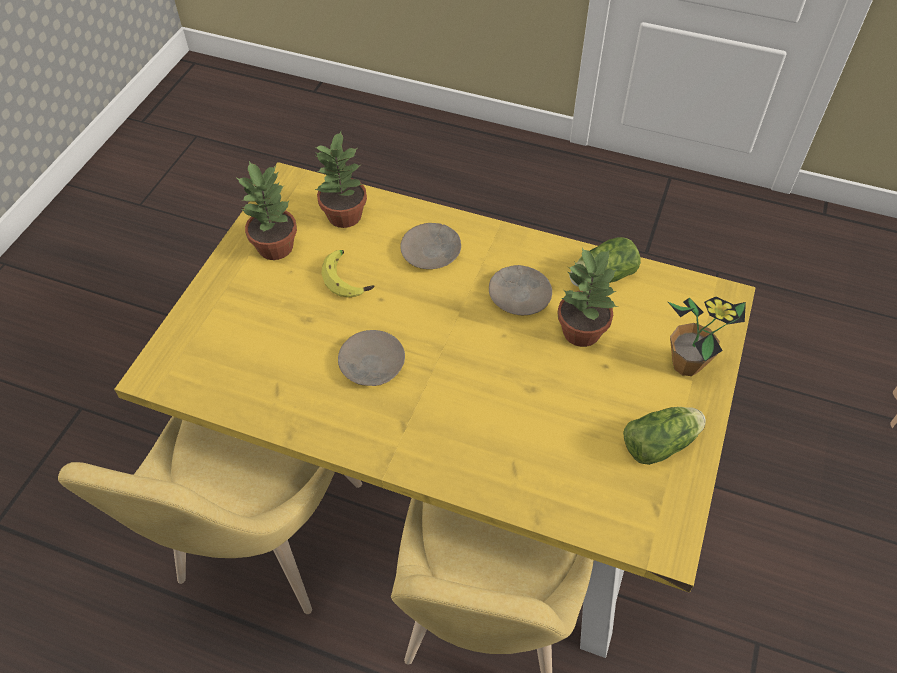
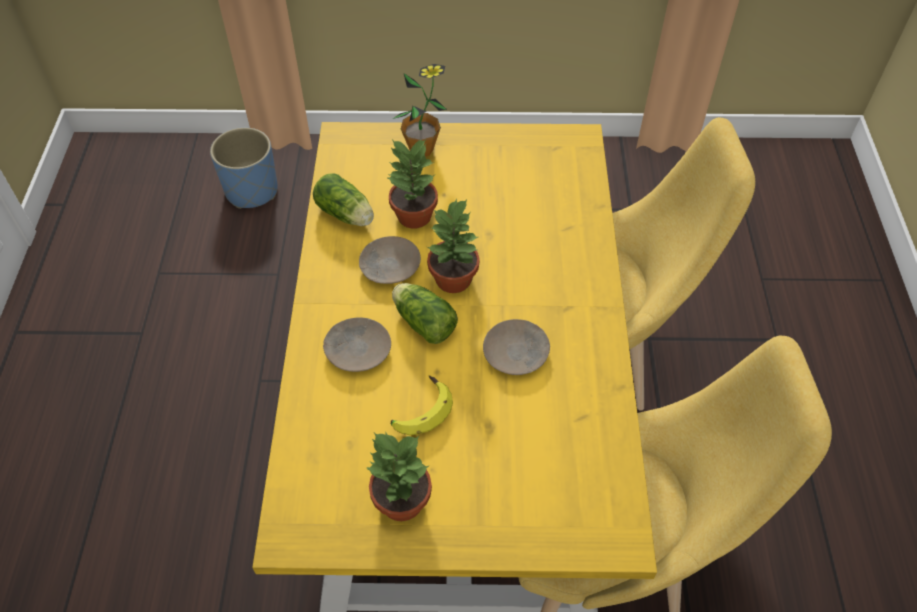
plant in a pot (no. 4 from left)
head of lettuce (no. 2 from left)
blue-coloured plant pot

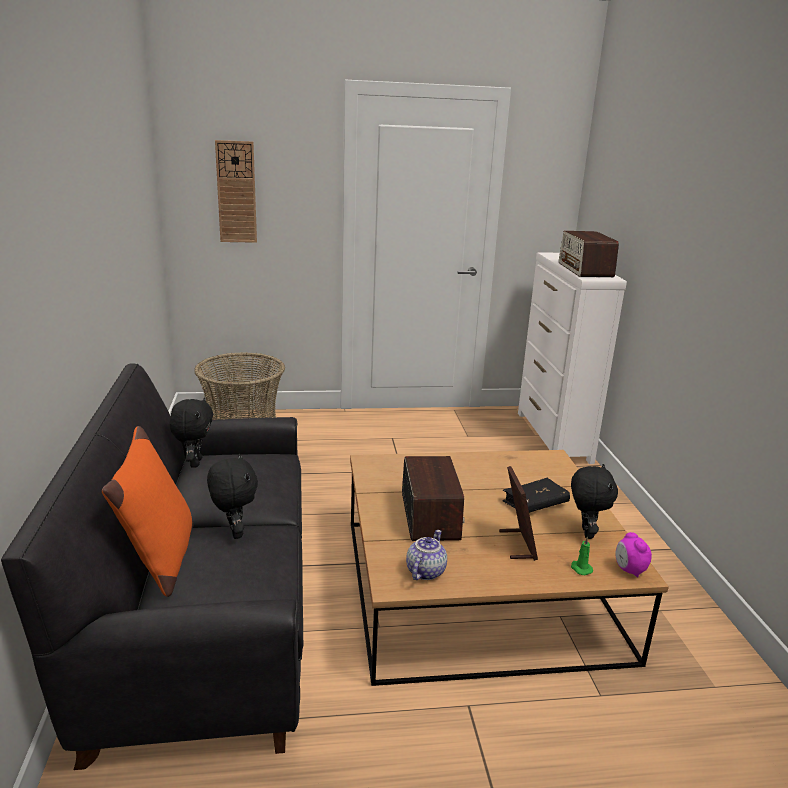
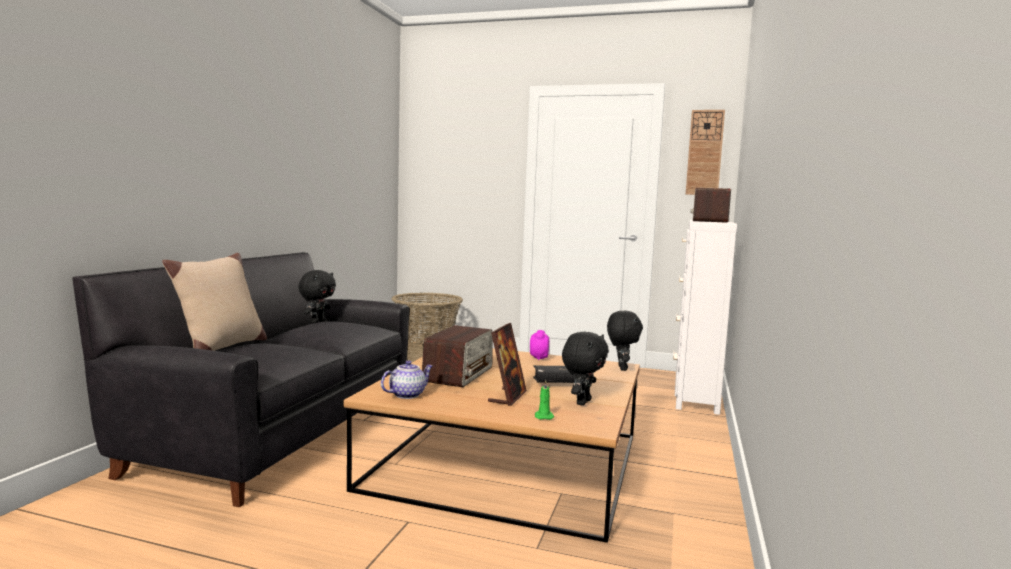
clock on the wall
beige-coloured cushion
blackish soft toy (no. 3 from left)
table clock

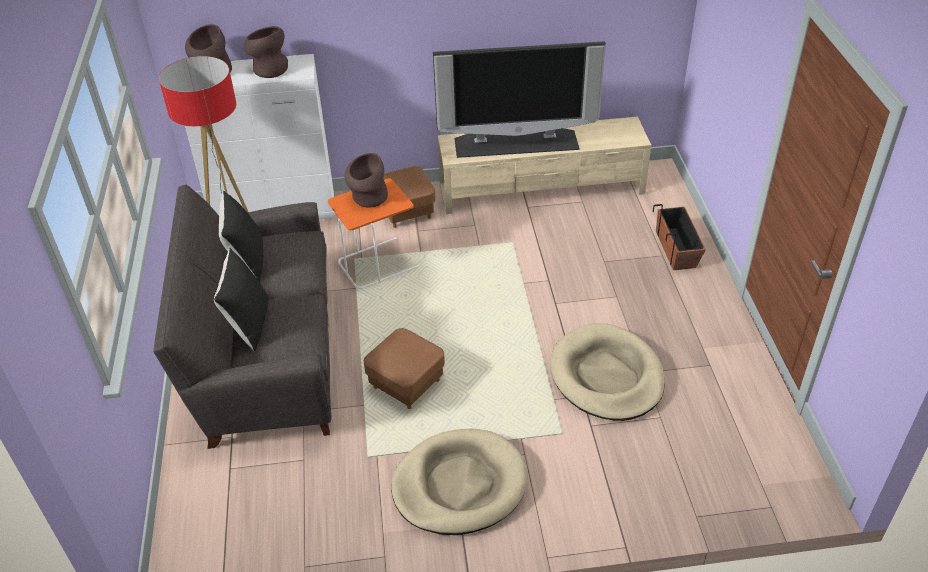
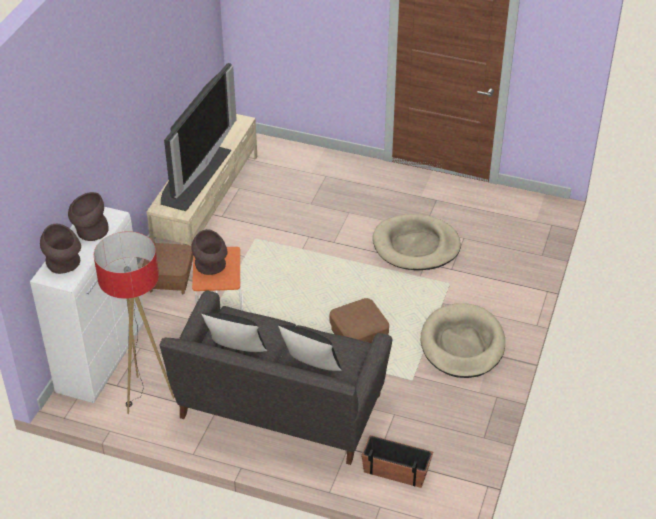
plant pot

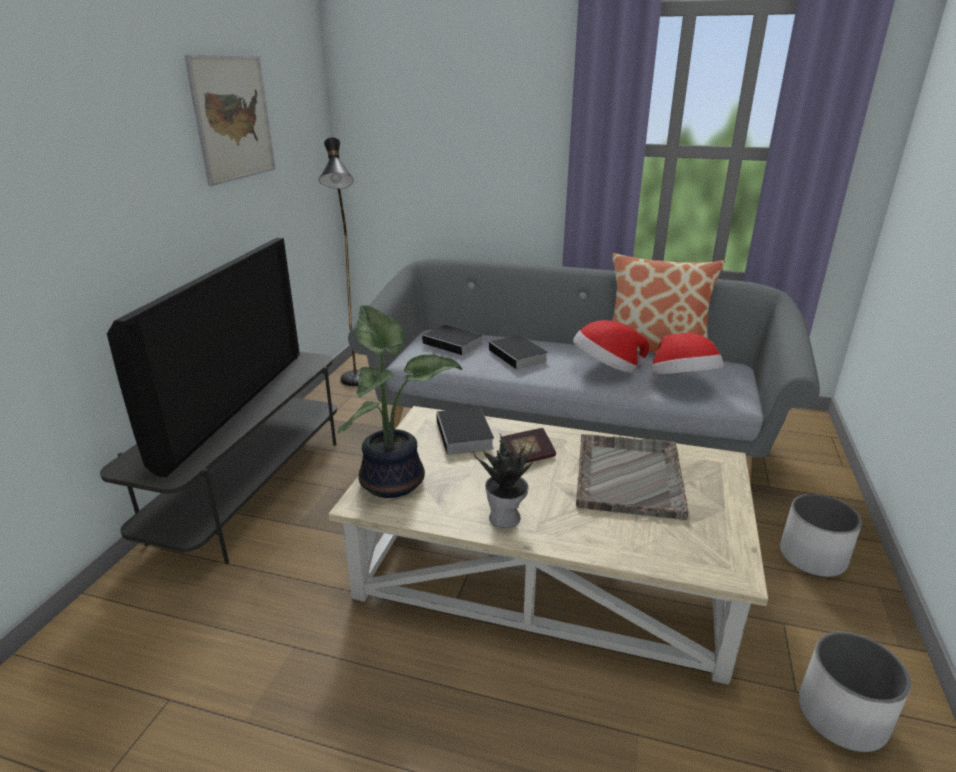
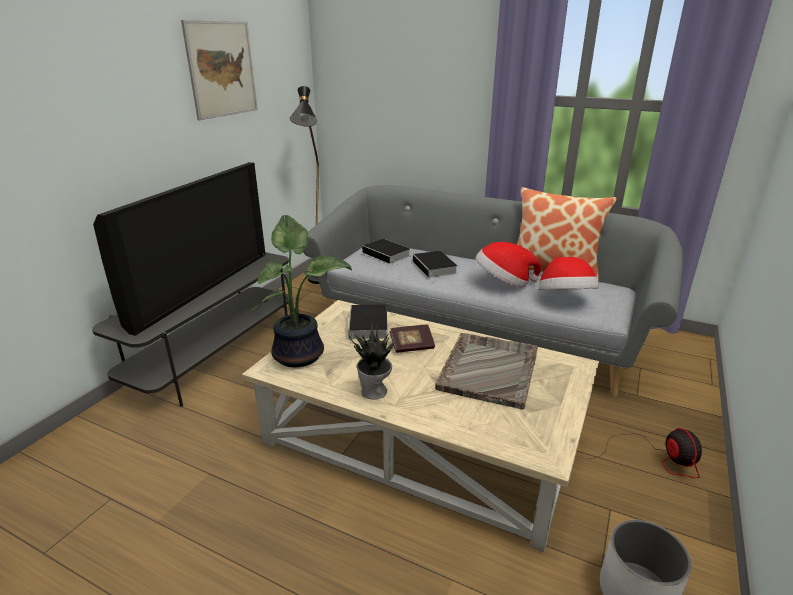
fan

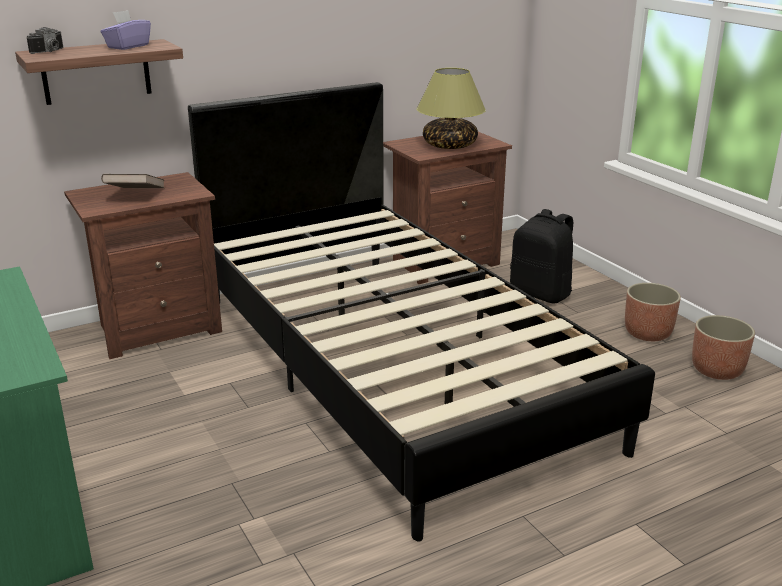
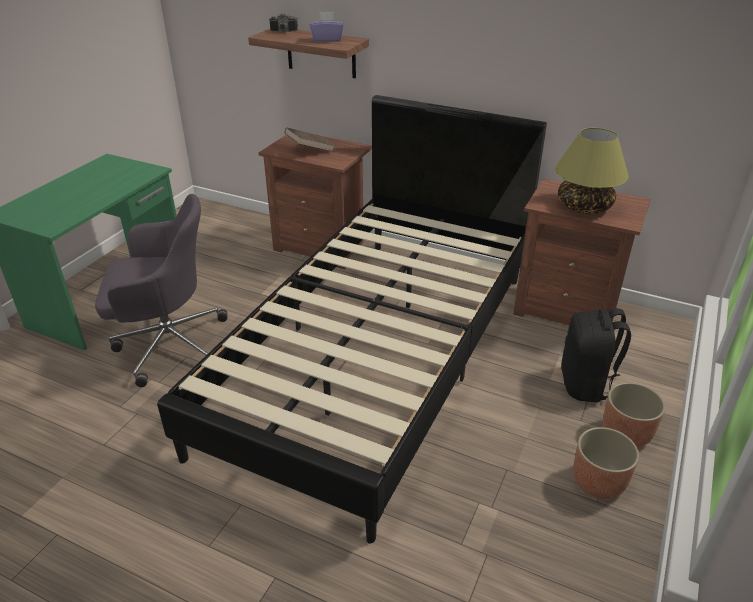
plant pot (no. 2 from left)
grey computer chair

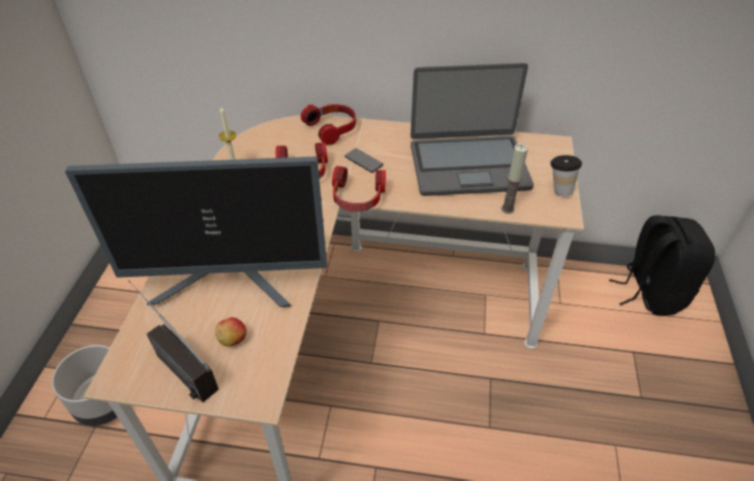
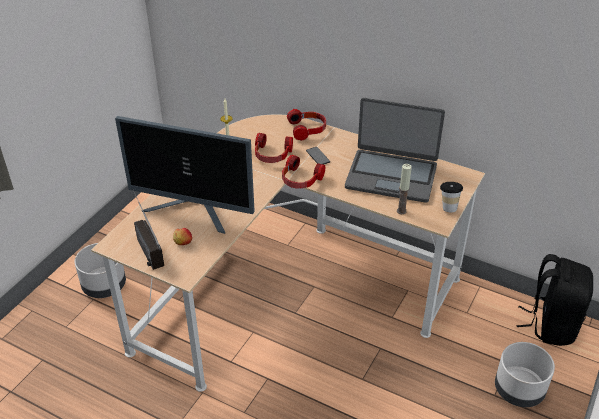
grey plant pot (no. 2 from left)

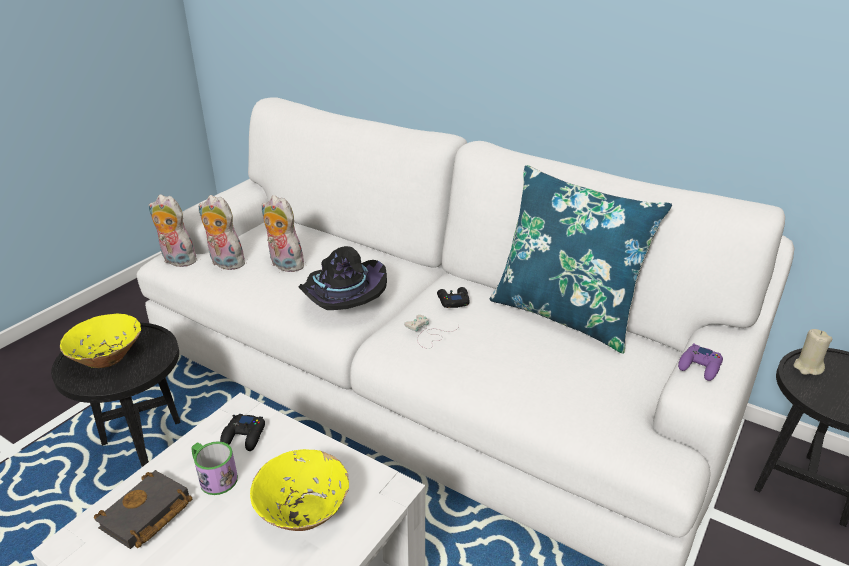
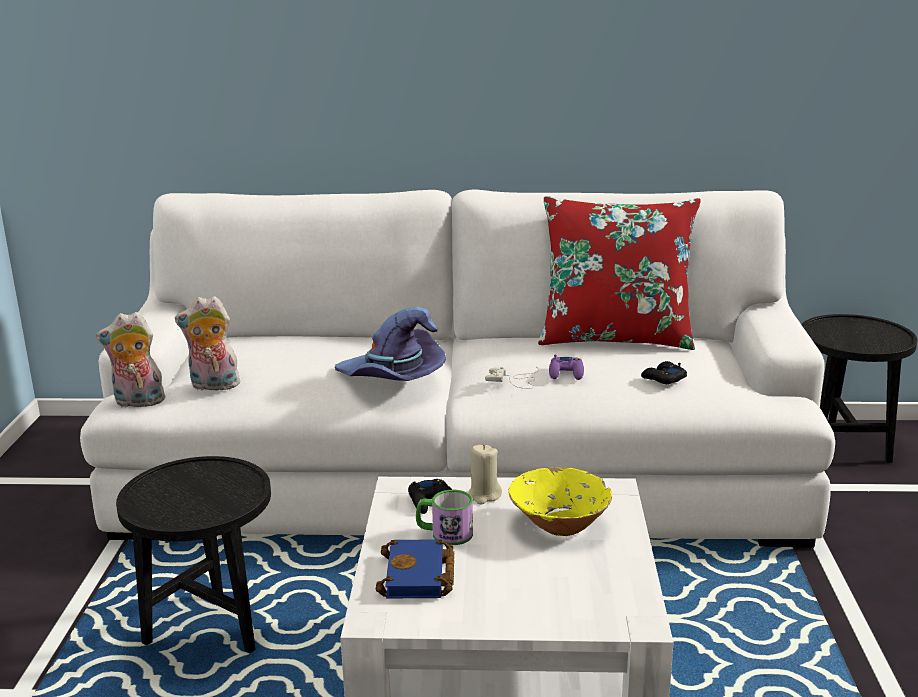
reddish cushion
soft toy (no. 3 from left in the first image)
purple hat
blackish game controller (no. 2 from left)
yellow-coloured bowl (no. 1 from left in the first image)
beige-coloured wax candle
purple game controller
blue-coloured volume

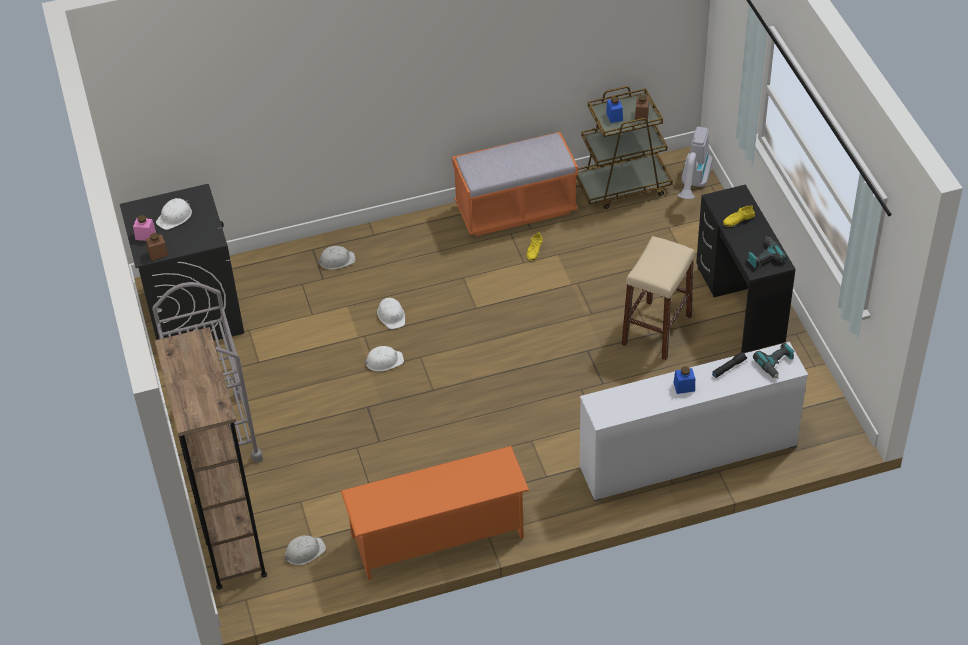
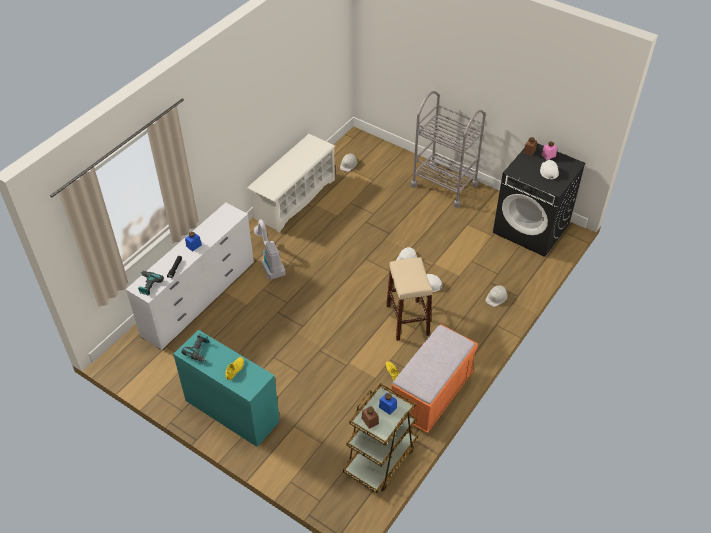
vacuum
turquoise-coloured desk table
beige-coloured sitting stool
brown-coloured shelving unit
white shoe stand

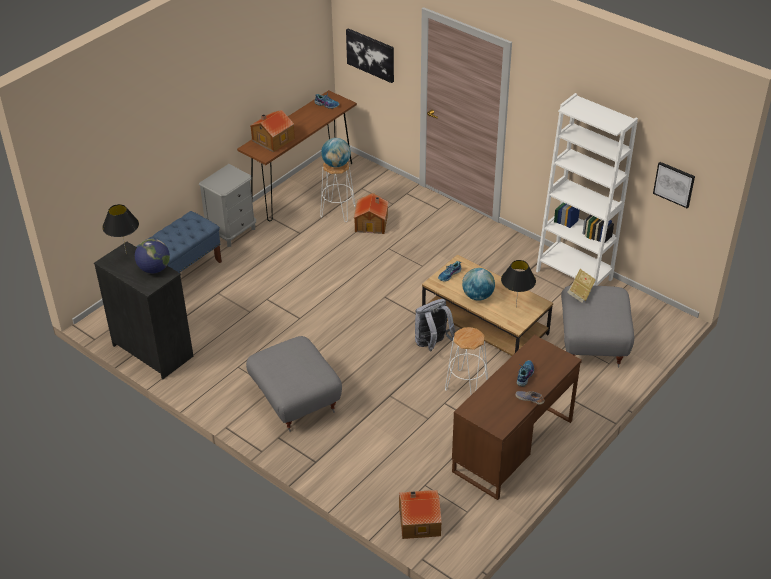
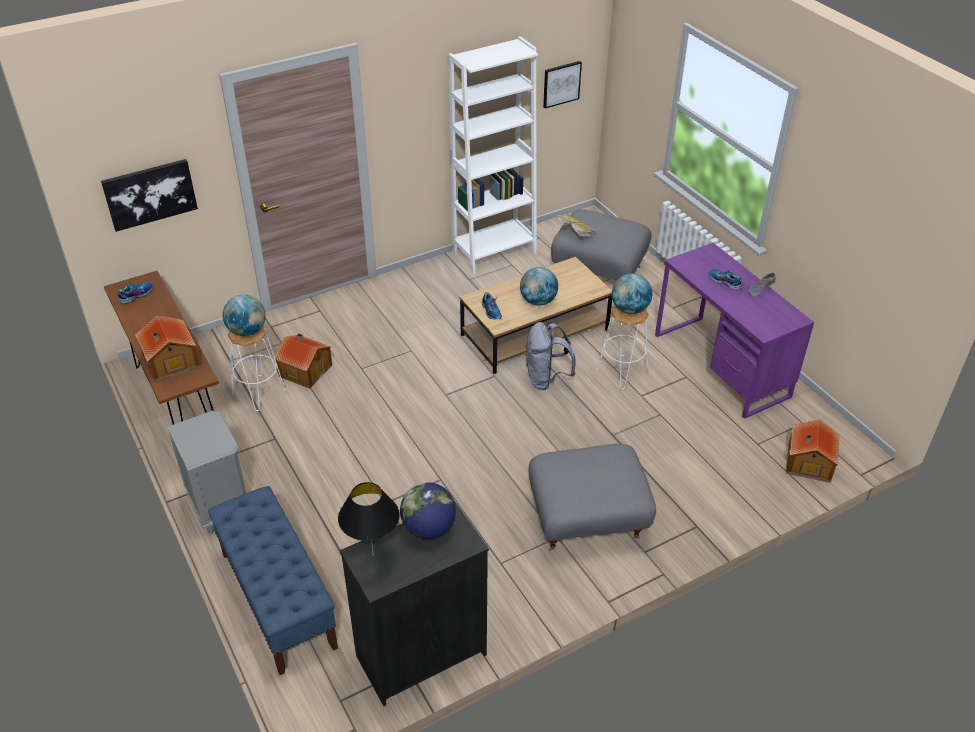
blackish table lamp (no. 2 from left in the first image)
purple desk table
globe (no. 4 from left)

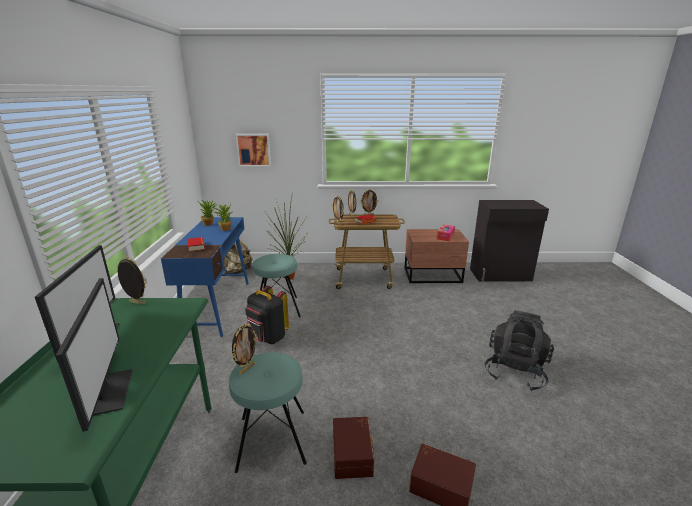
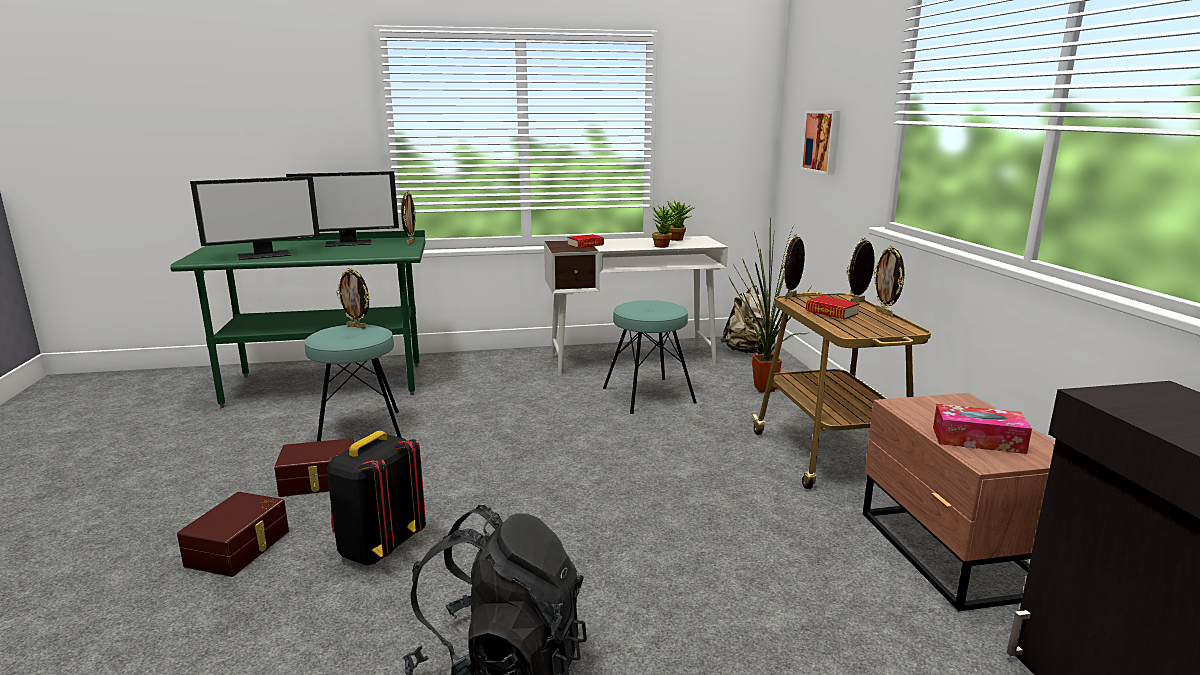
white desk table
blackish backpack (no. 1 from left)

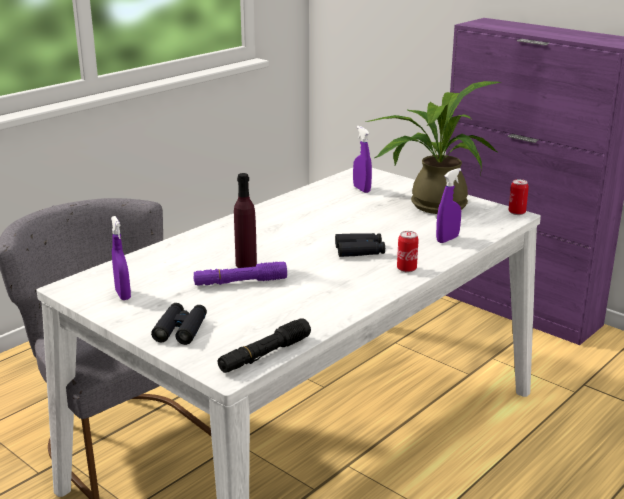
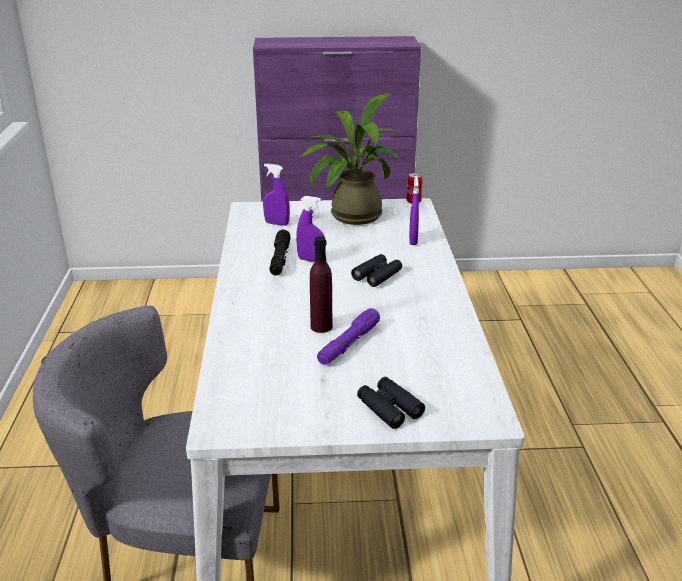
purple sprayer (no. 2 from left)
metal can (no. 1 from left in the first image)
blackish flashlight

